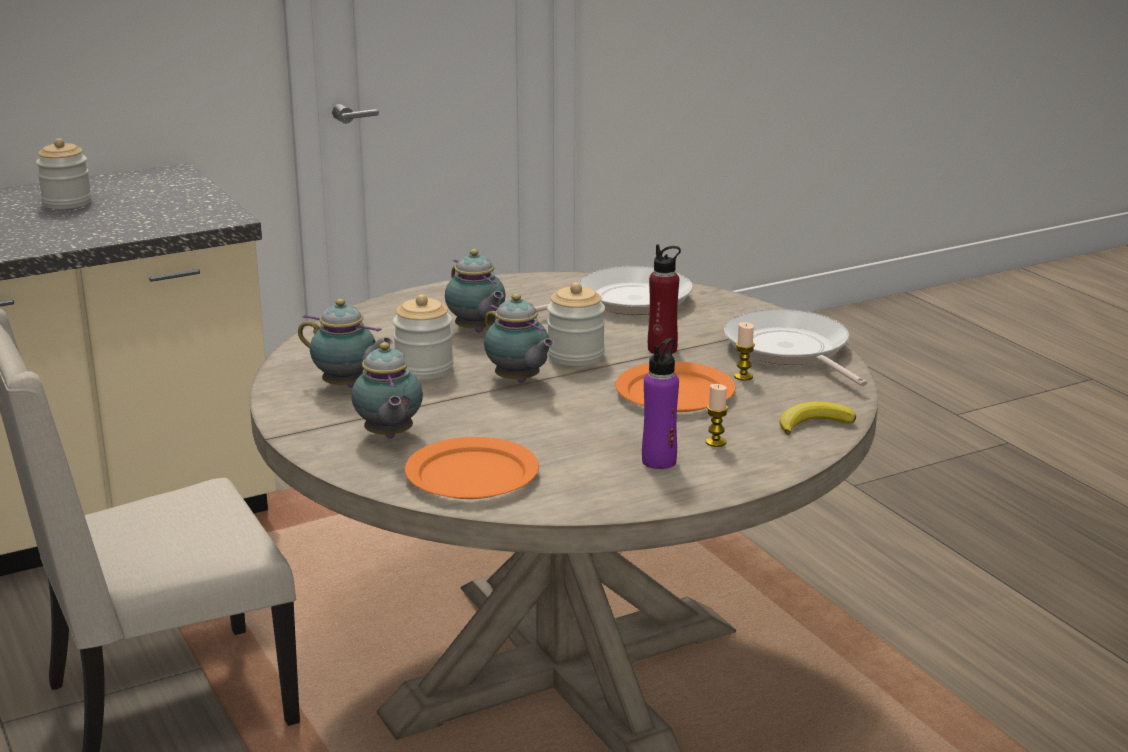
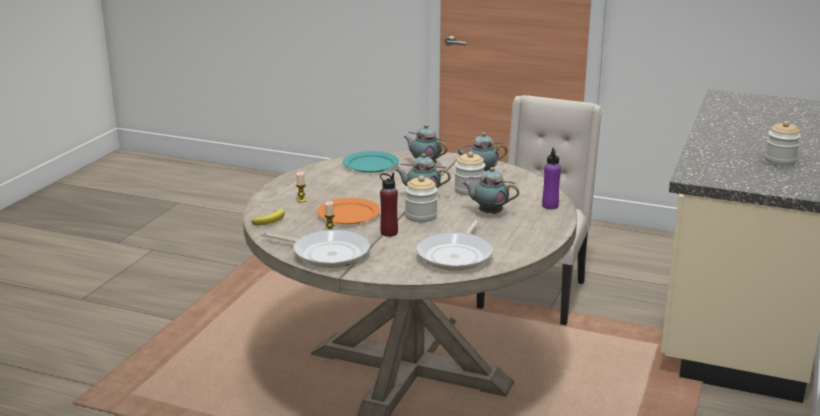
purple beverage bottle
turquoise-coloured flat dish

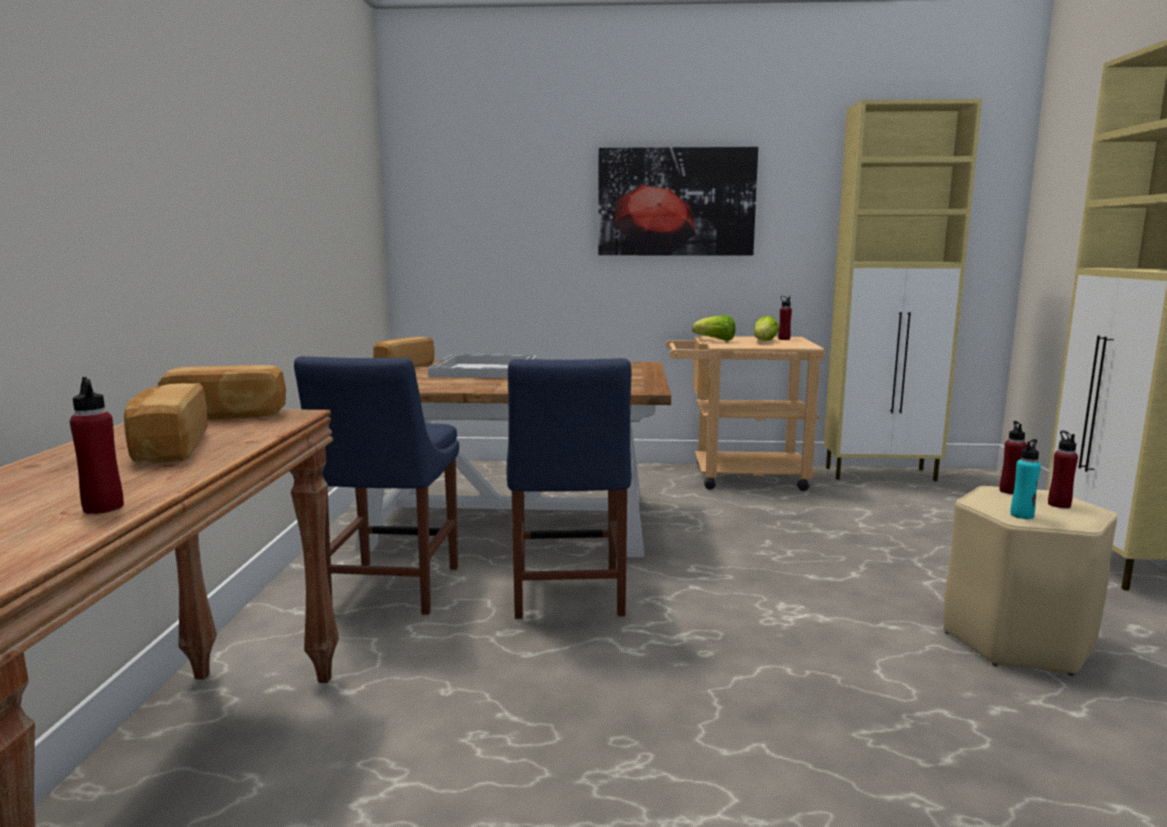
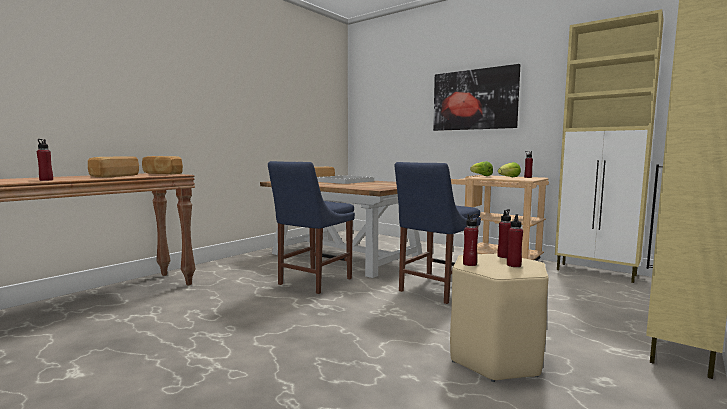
blue-coloured chair (no. 2 from left)
reddish beverage bottle (no. 2 from left)

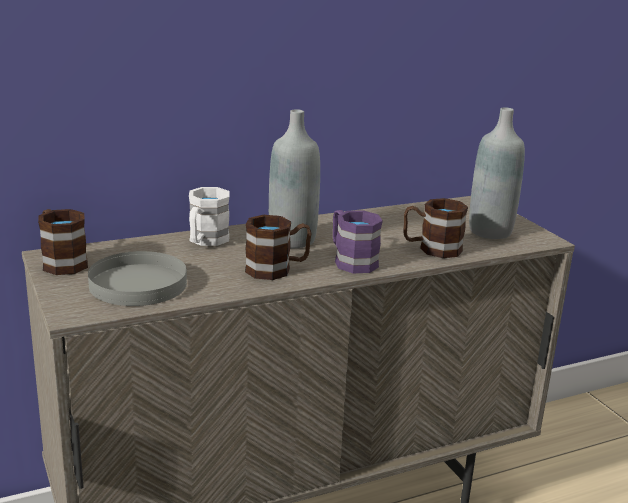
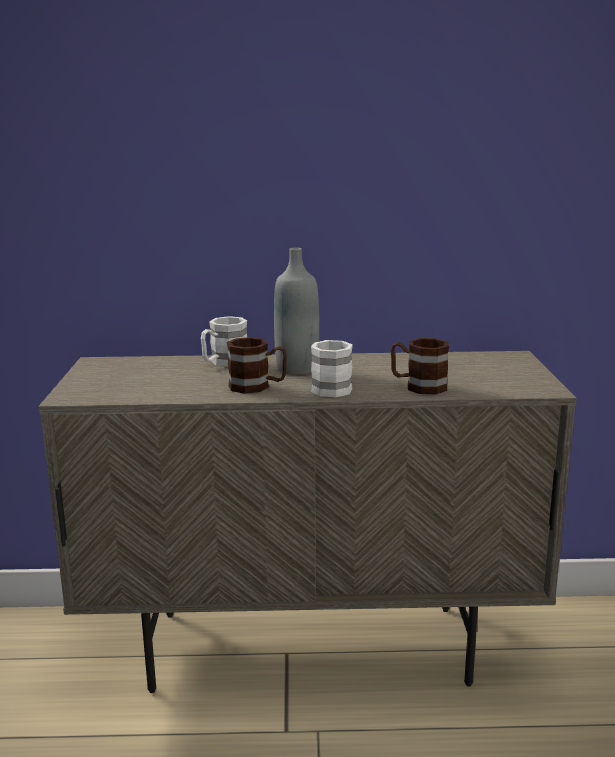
grey beverage bottle (no. 2 from left in the first image)
brown-coloured coffee mug (no. 1 from left in the first image)
white coffee mug (no. 2 from left)
grey flat dish

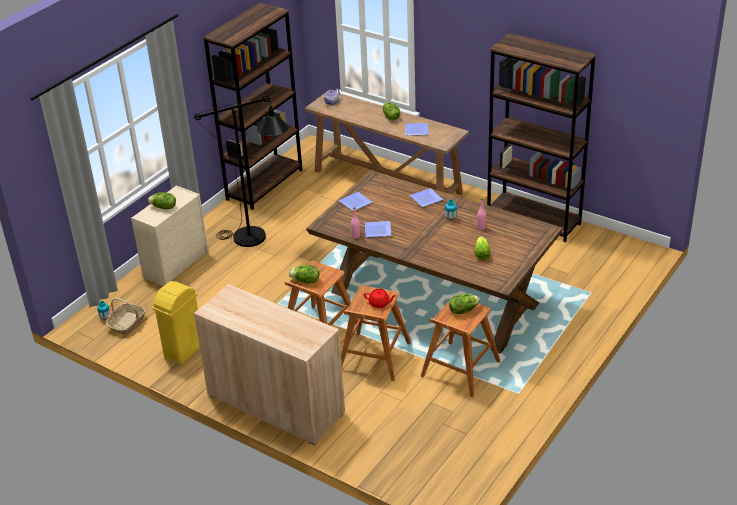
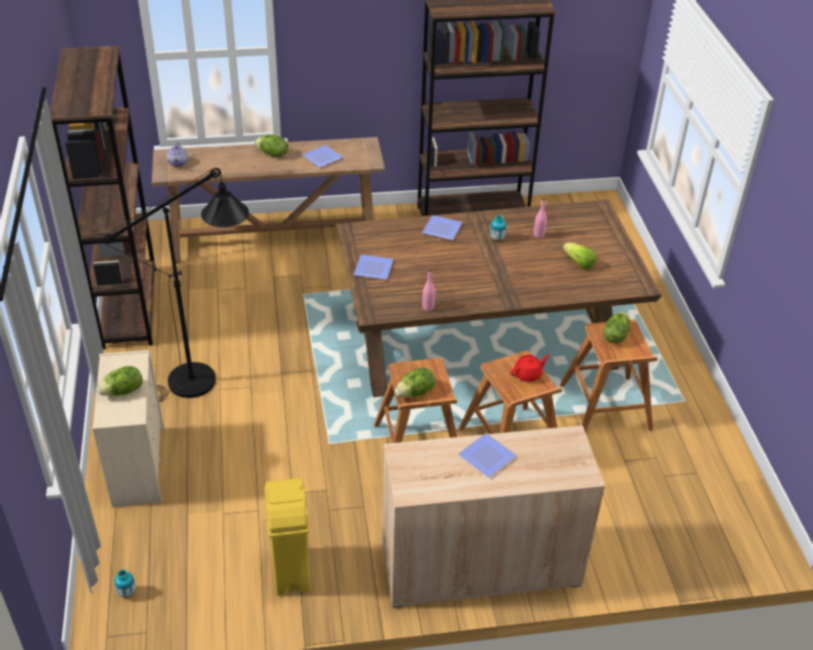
flat dish (no. 4 from left)
storage basket

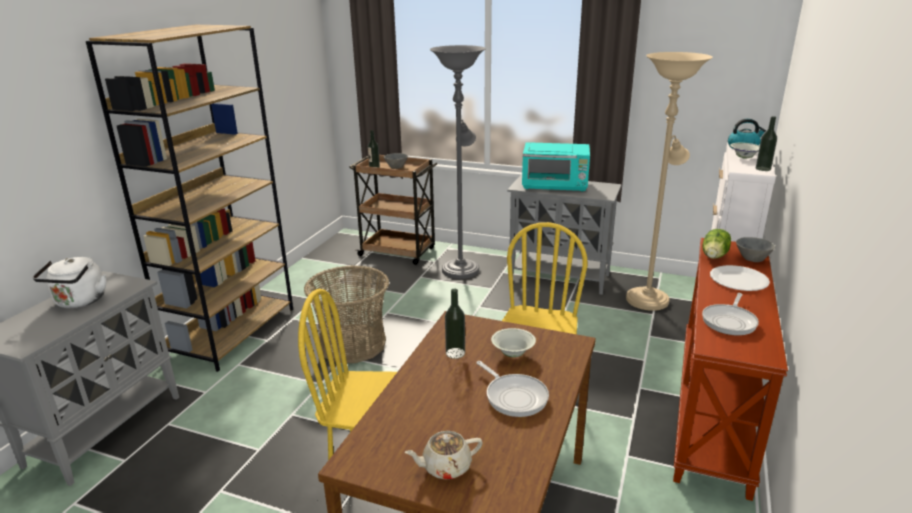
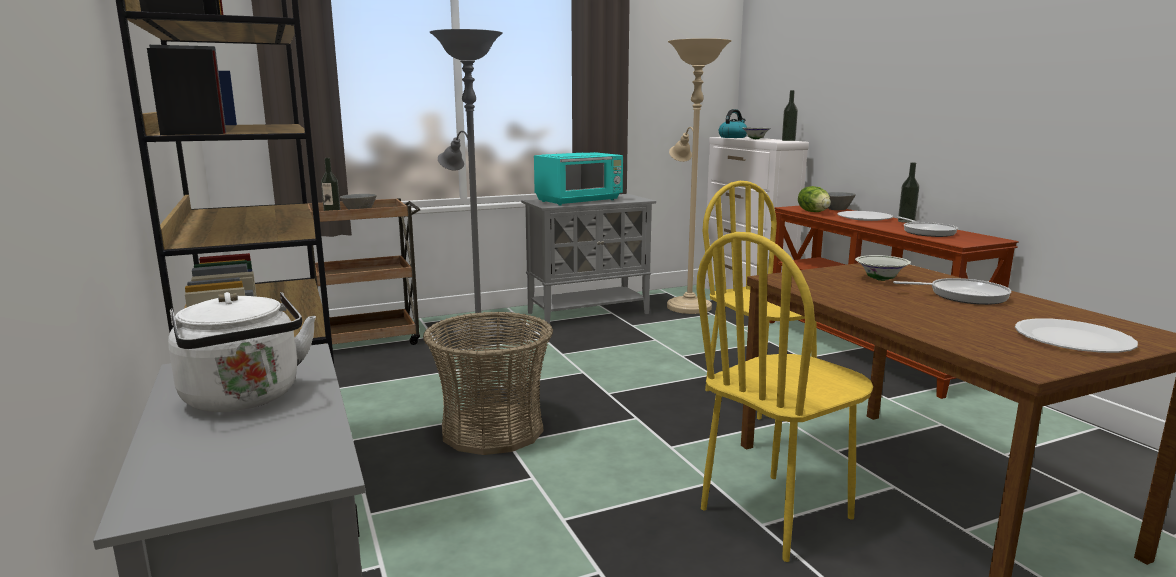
beverage bottle (no. 3 from left)
white flat dish (no. 2 from left)

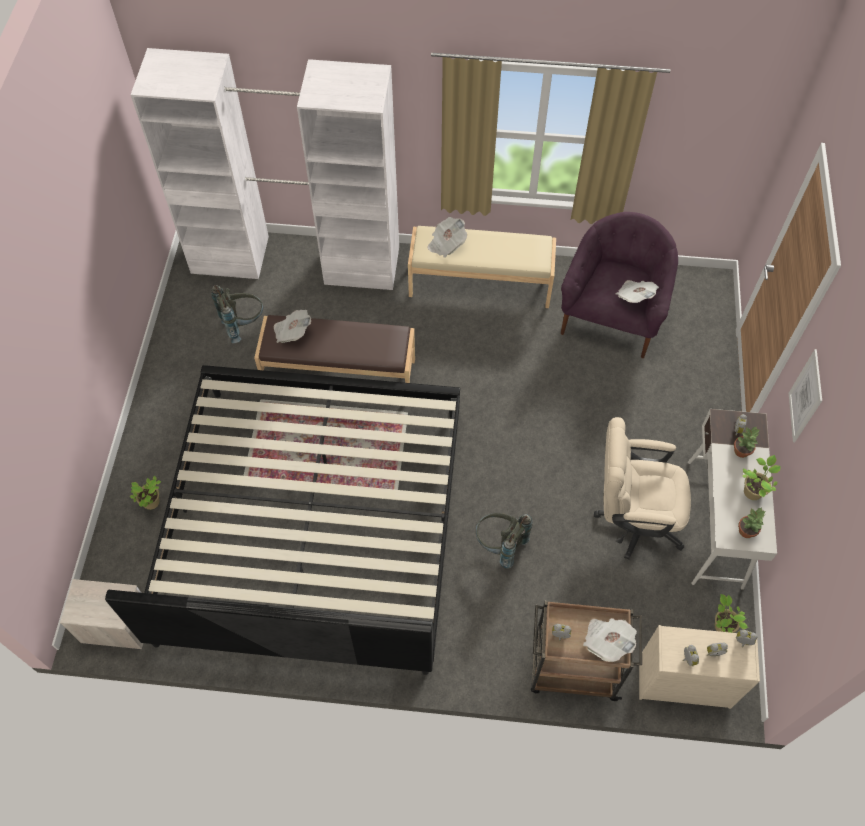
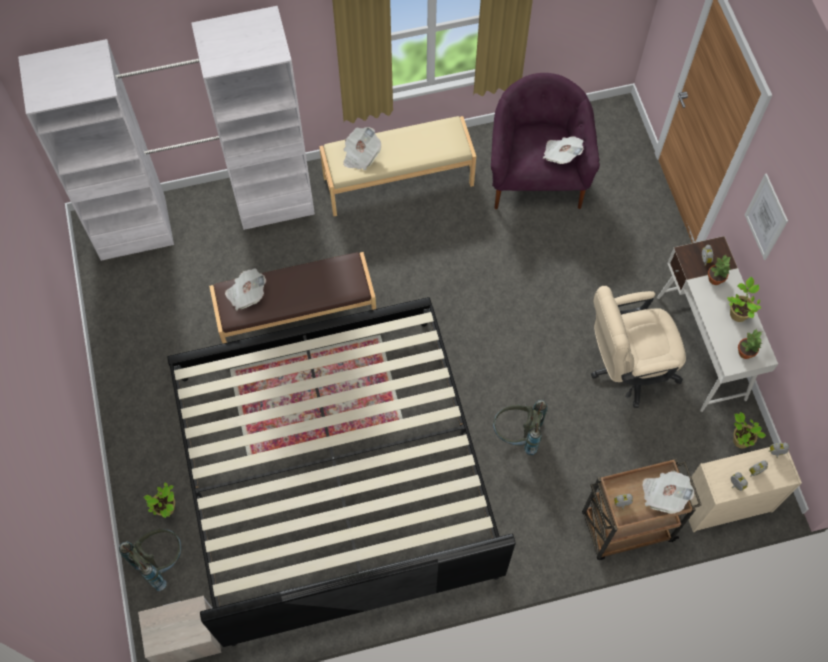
grey backpack (no. 1 from left)

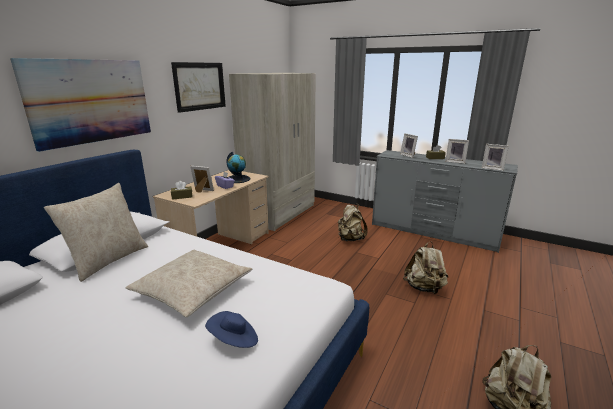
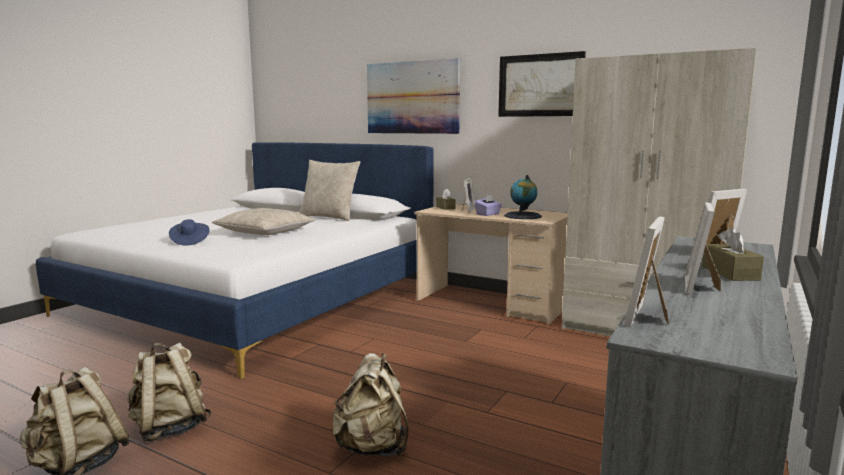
beige-coloured backpack (no. 2 from left)

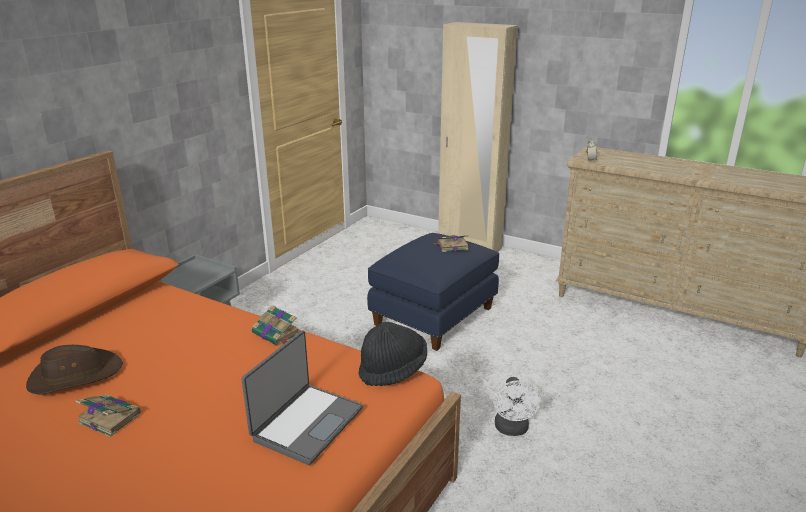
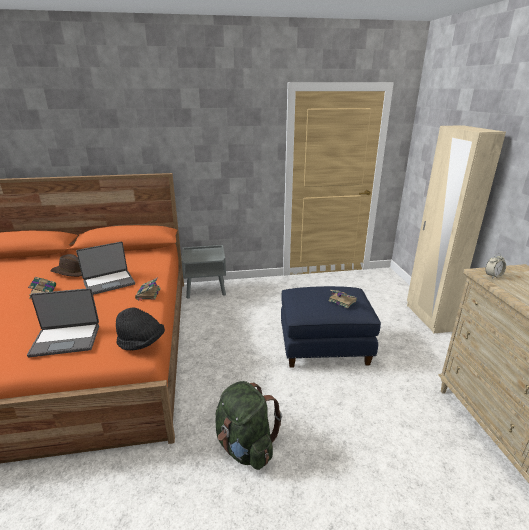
green backpack
portable computer (no. 2 from left)

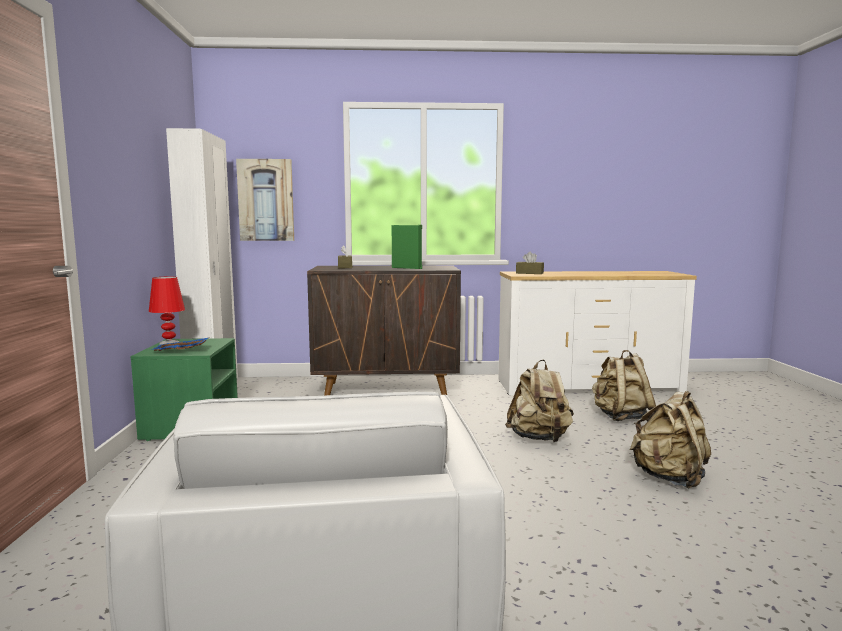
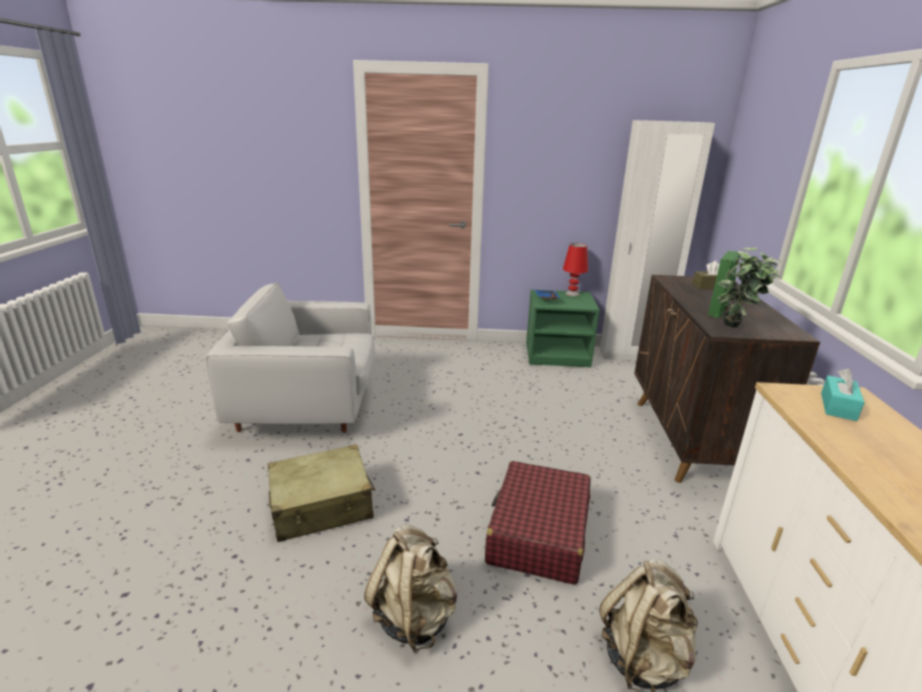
wall art
turquoise-coloured box of tissues
reddish suitcase
plant in a pot
beige-coloured suitcase

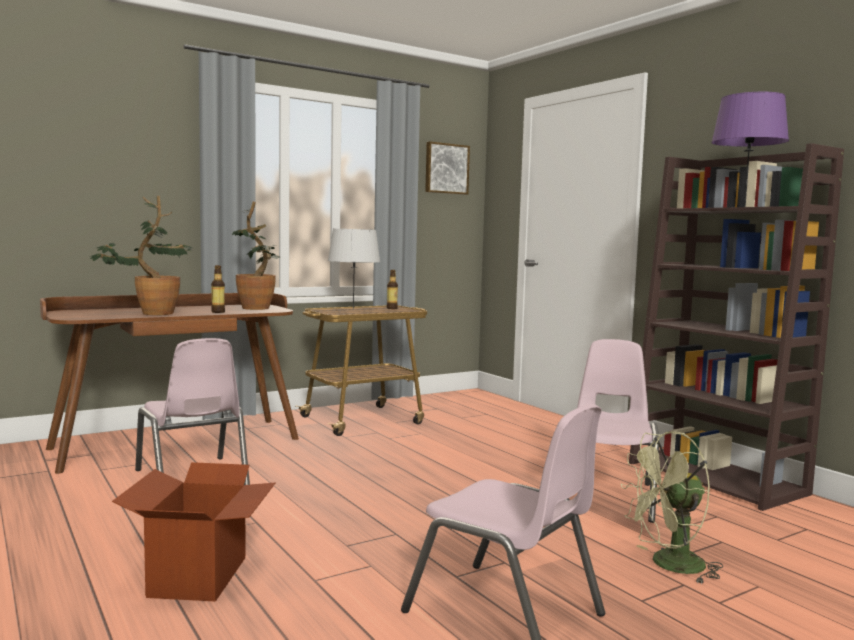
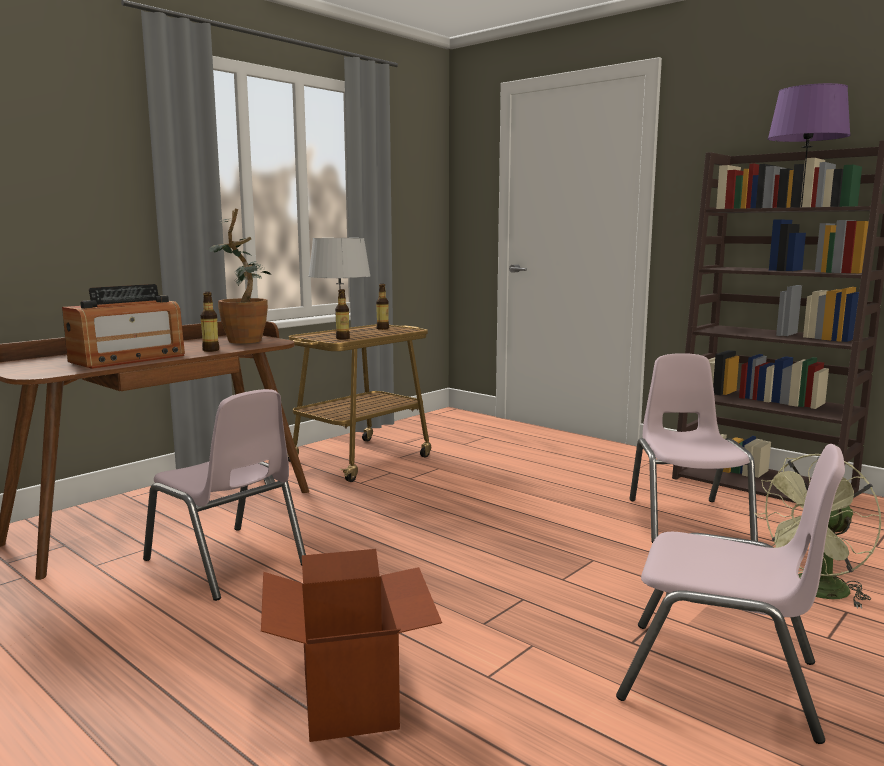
wall art
radio receiver
beverage bottle (no. 2 from left)

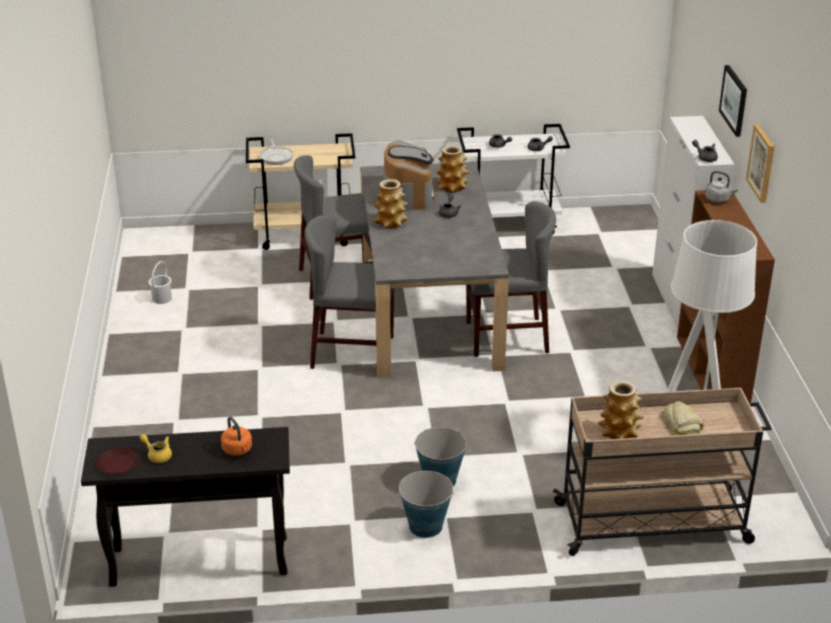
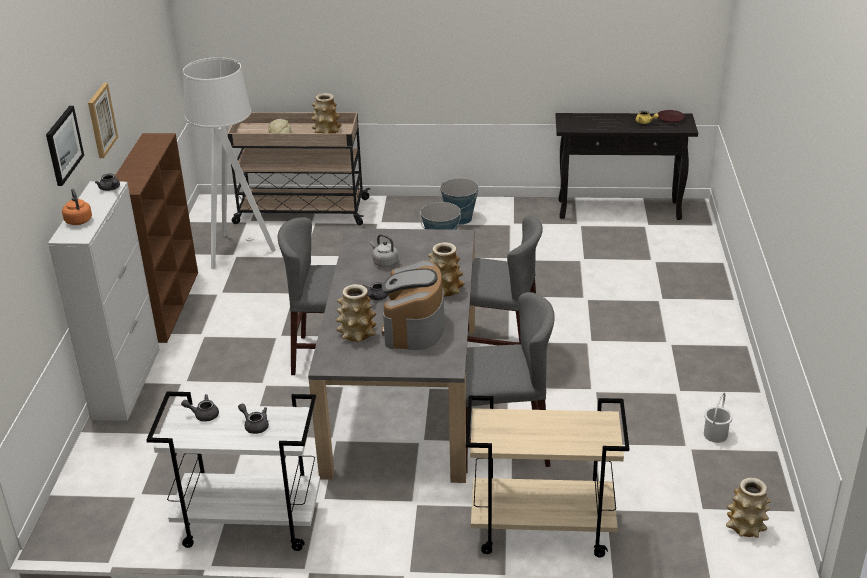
skillet
grey water kettle
orange water kettle
flower vase (no. 4 from left)

